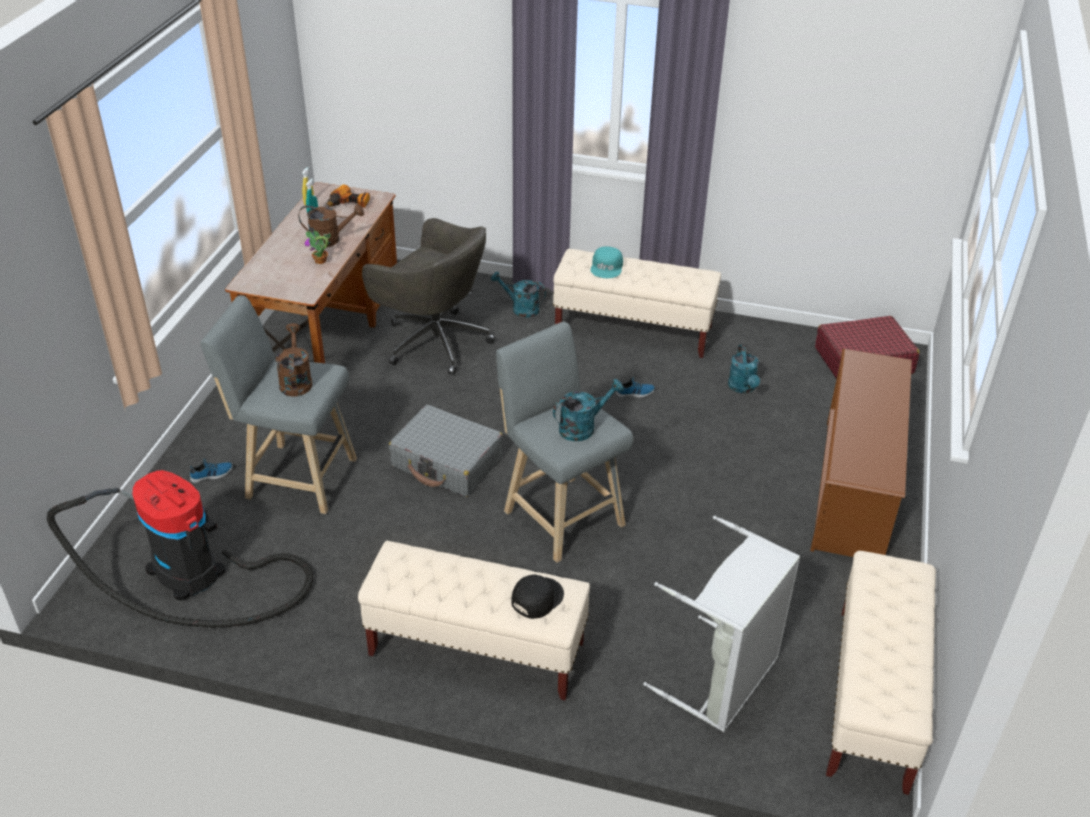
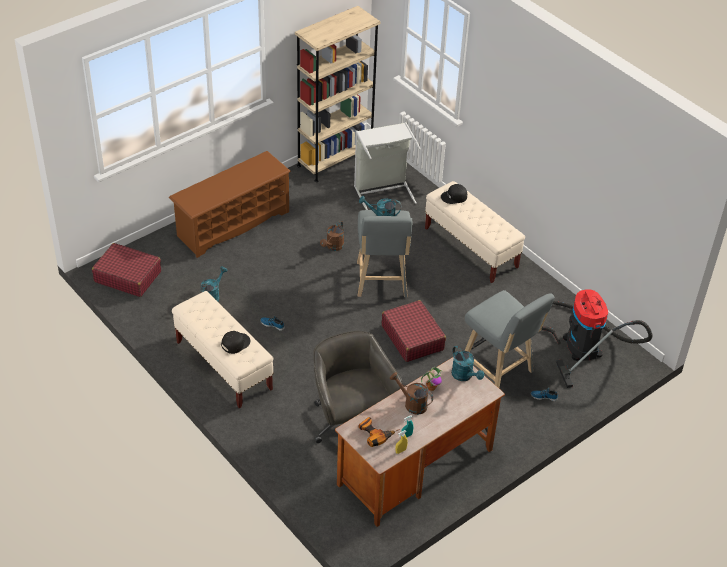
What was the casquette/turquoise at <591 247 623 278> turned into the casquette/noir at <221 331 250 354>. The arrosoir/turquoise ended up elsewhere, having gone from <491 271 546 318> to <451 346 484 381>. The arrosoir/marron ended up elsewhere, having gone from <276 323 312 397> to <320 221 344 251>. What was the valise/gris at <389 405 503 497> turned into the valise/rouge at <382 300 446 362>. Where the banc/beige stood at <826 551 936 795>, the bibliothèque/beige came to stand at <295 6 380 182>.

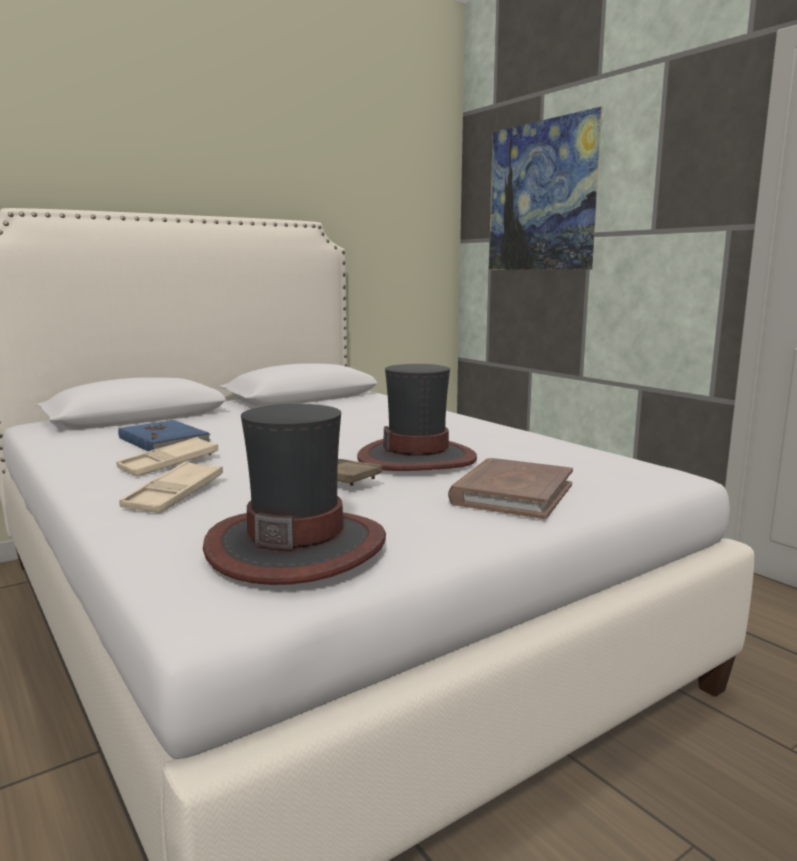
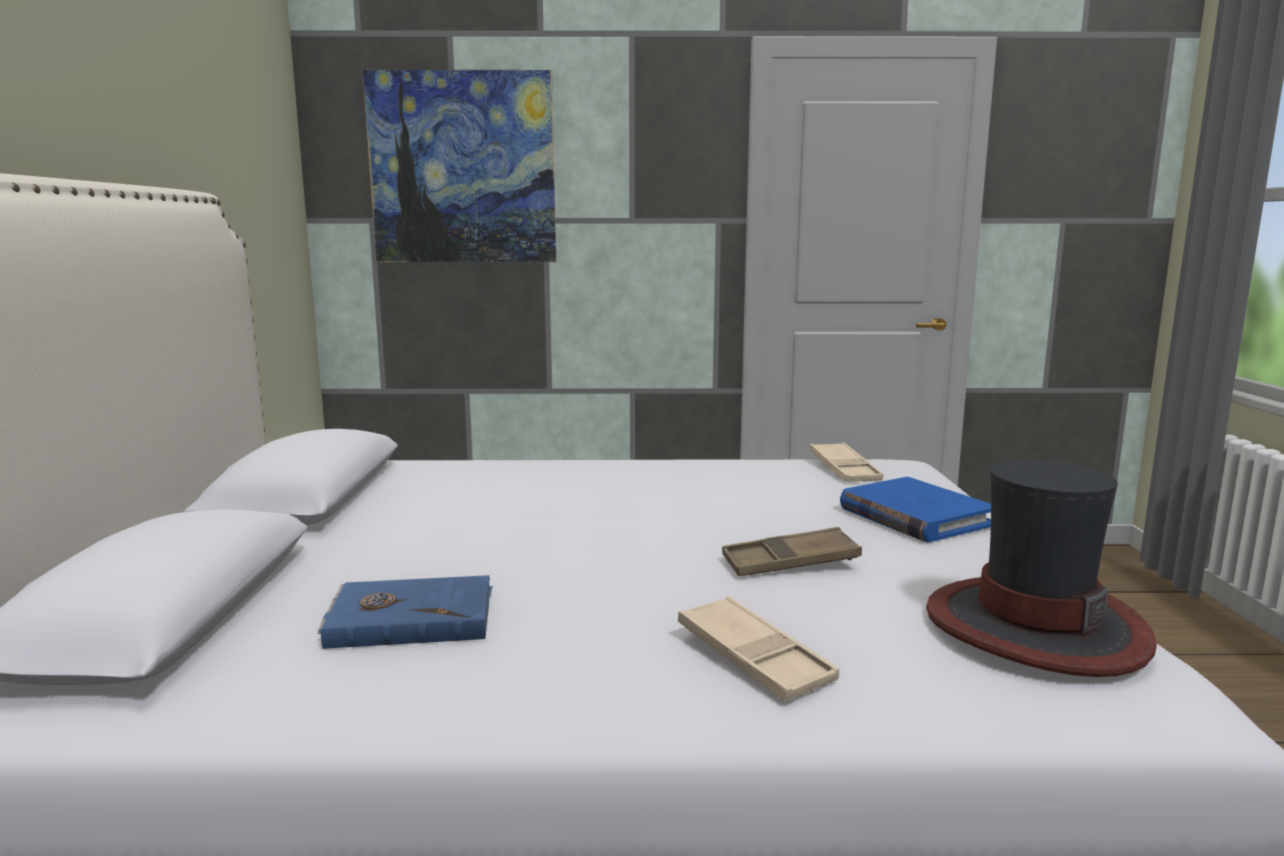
The second view lost the chapeau at <357 364 477 471>. The plateau/beige ended up elsewhere, having gone from <116 437 218 476> to <809 443 883 482>. What was the livre/marron at <448 458 573 519> turned into the livre/bleu at <840 477 991 542>.

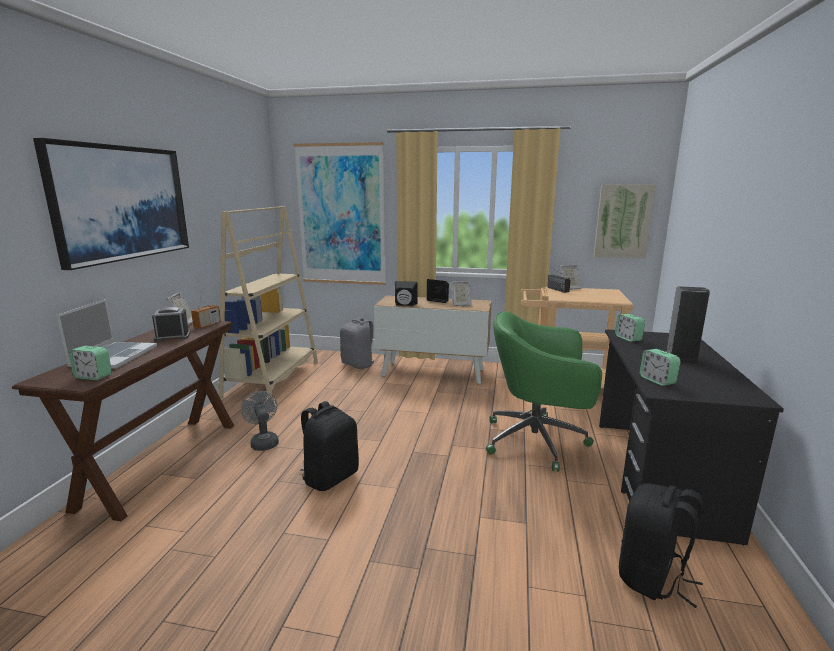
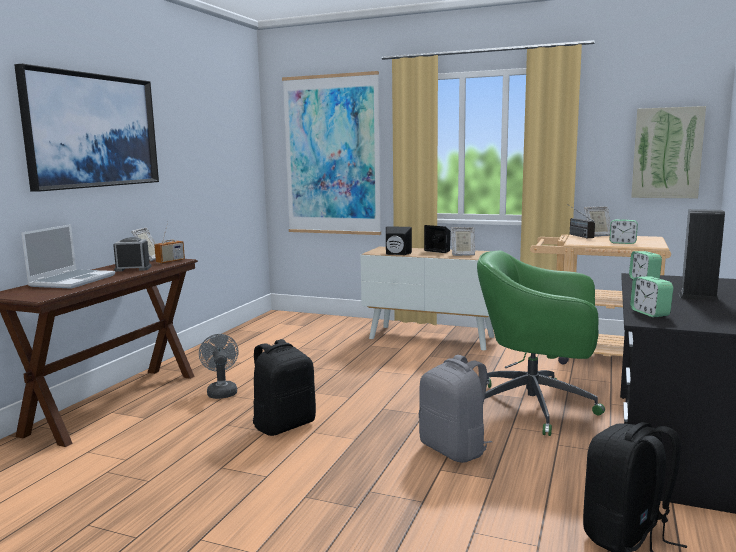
The second view lost the bibliothèque/beige at <218 206 318 400>. The sac à dos/gris ended up elsewhere, having gone from <340 318 378 369> to <419 355 492 463>. The réveil ended up elsewhere, having gone from <69 346 112 380> to <610 219 638 244>.

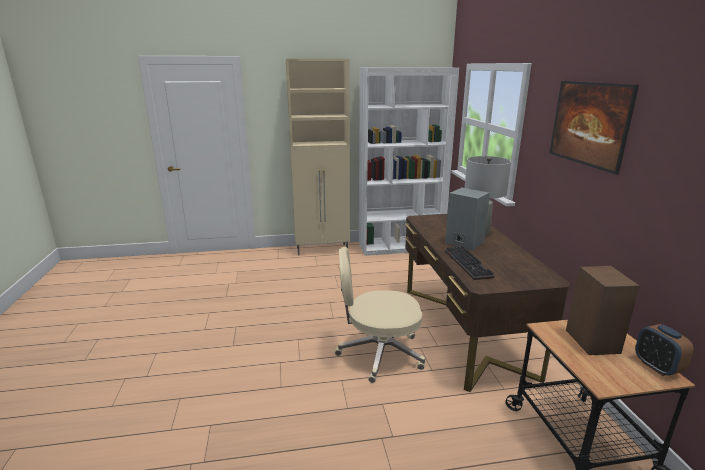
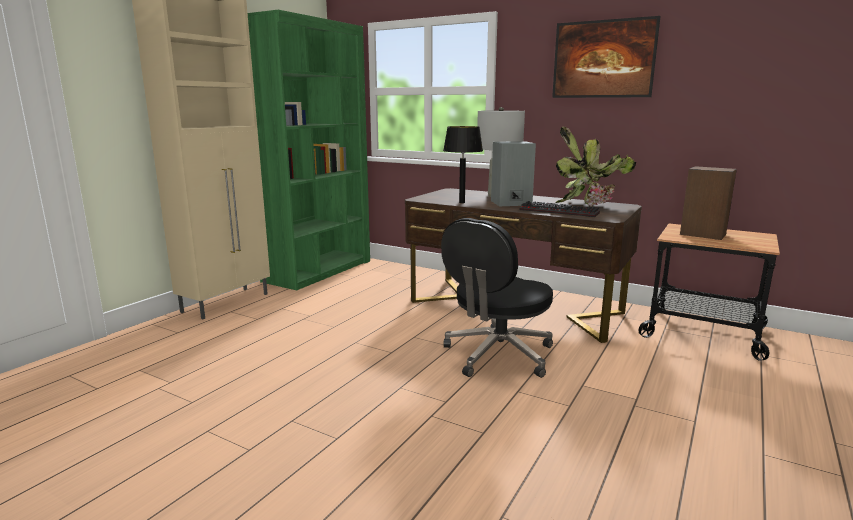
What was the bibliothèque/blanc at <359 67 459 256> turned into the bibliothèque/vert at <248 10 370 290>. What was the chaise de bureau/beige at <335 247 425 383> turned into the chaise de bureau/noir at <441 218 553 378>. The second view lost the réveil at <635 324 694 376>. The second view gained the lampe de table/noir at <443 126 483 203>. The second view gained the plante en pot at <555 127 636 206>.

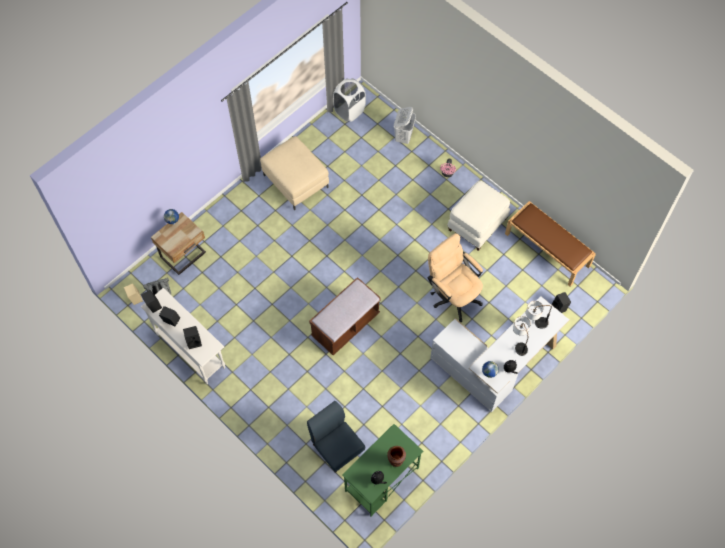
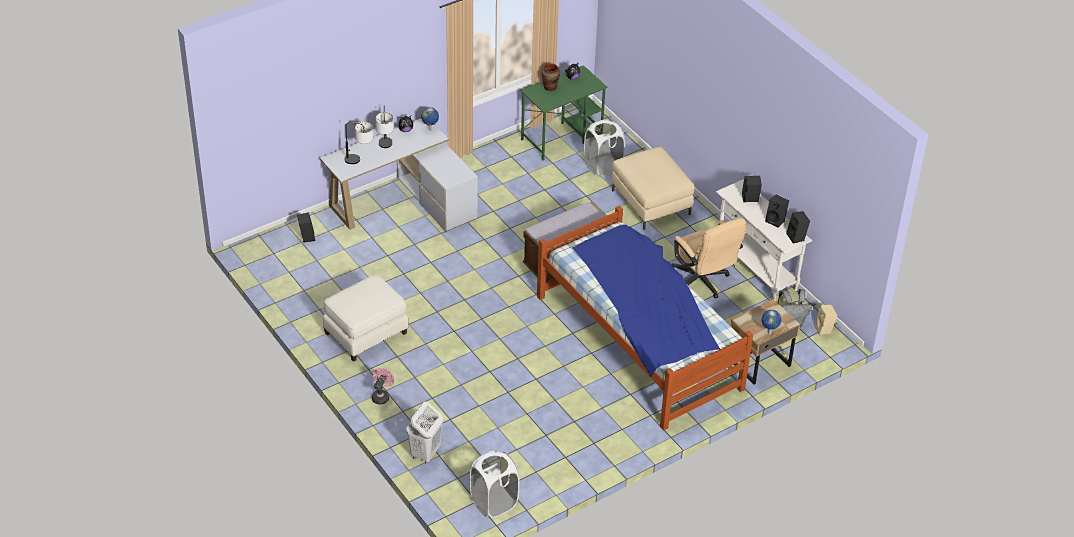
The pouf/beige ended up elsewhere, having gone from <260 136 329 210> to <612 147 694 230>. The second view lost the banc/marron at <505 201 596 287>. The chaise de bureau/beige ended up elsewhere, having gone from <428 233 483 322> to <672 218 746 299>. Where the chaise/bleu stood at <307 401 365 473>, the panier à linge/blanc came to stand at <584 119 625 177>. The second view gained the lit at <537 206 753 431>.

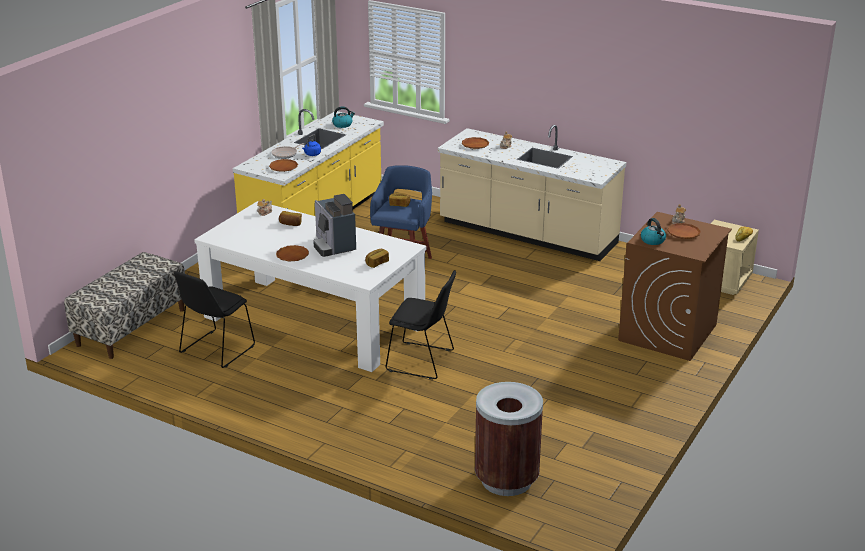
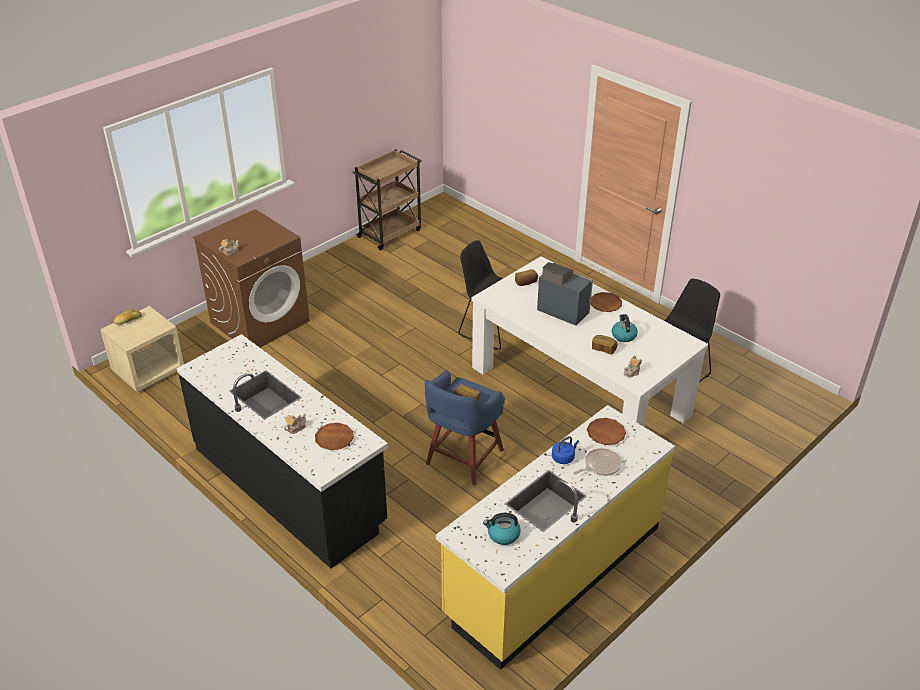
What was the comptoir de cuisine/beige at <438 125 626 261> turned into the comptoir de cuisine/noir at <177 334 388 568>. The machine à café at <313 194 356 257> ended up facing another way, 45 degrees counterclockwise from before. The bouilloire ended up elsewhere, having gone from <641 218 666 245> to <612 314 638 342>. The second view lost the assiette/marron at <667 223 701 239>. The second view lost the banc at <64 252 185 359>. The second view lost the poubelle/marron at <475 382 543 496>. The second view gained the chariot/marron at <352 149 421 251>.

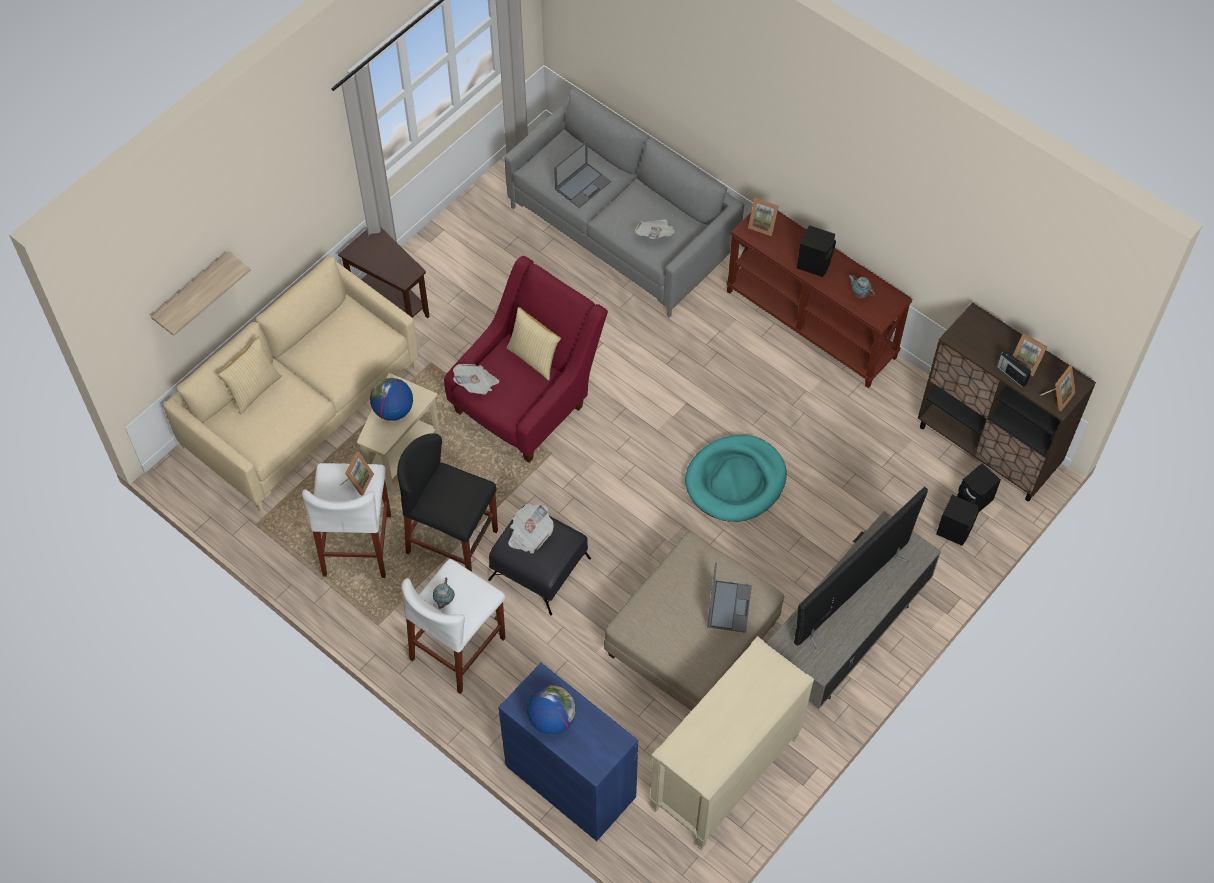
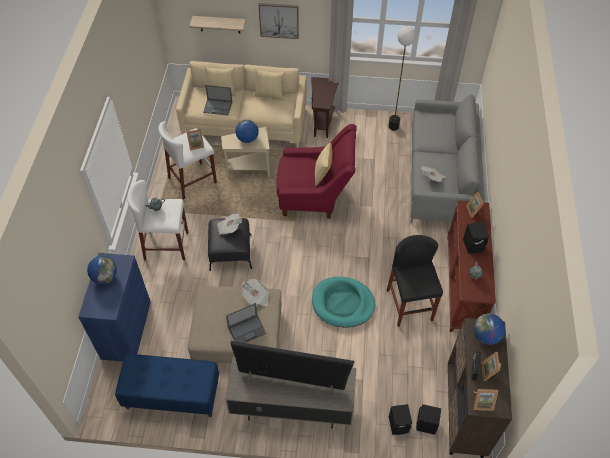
The ordinateur portable ended up elsewhere, having gone from <554 141 611 208> to <203 85 232 116>. The journal ended up elsewhere, having gone from <453 364 499 395> to <242 279 269 307>. The tabouret/noir ended up elsewhere, having gone from <397 433 498 572> to <387 235 443 327>. Where the commode/beige stood at <649 636 814 850>, the banc/bleu came to stand at <115 354 219 417>. The second view gained the tableau at <259 3 299 39>. The second view gained the lampadaire at <388 26 416 131>. The second view gained the coussin at <254 69 285 101>. The second view gained the globe at <474 314 506 345>.

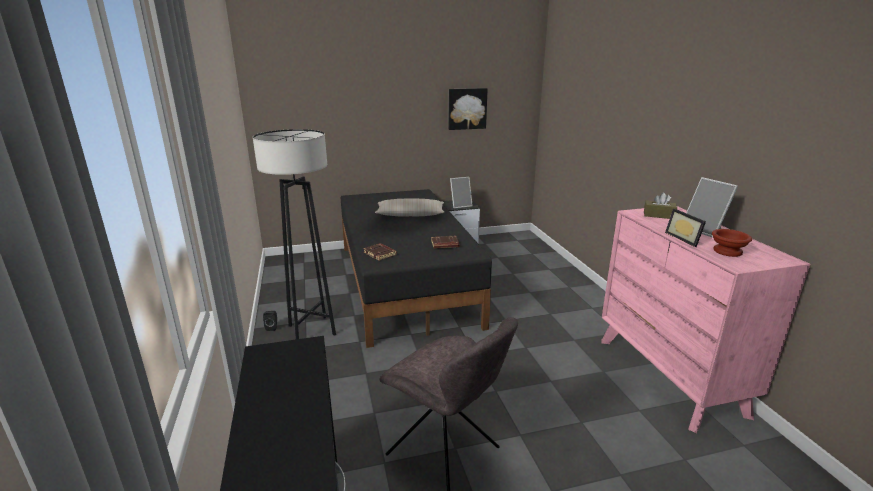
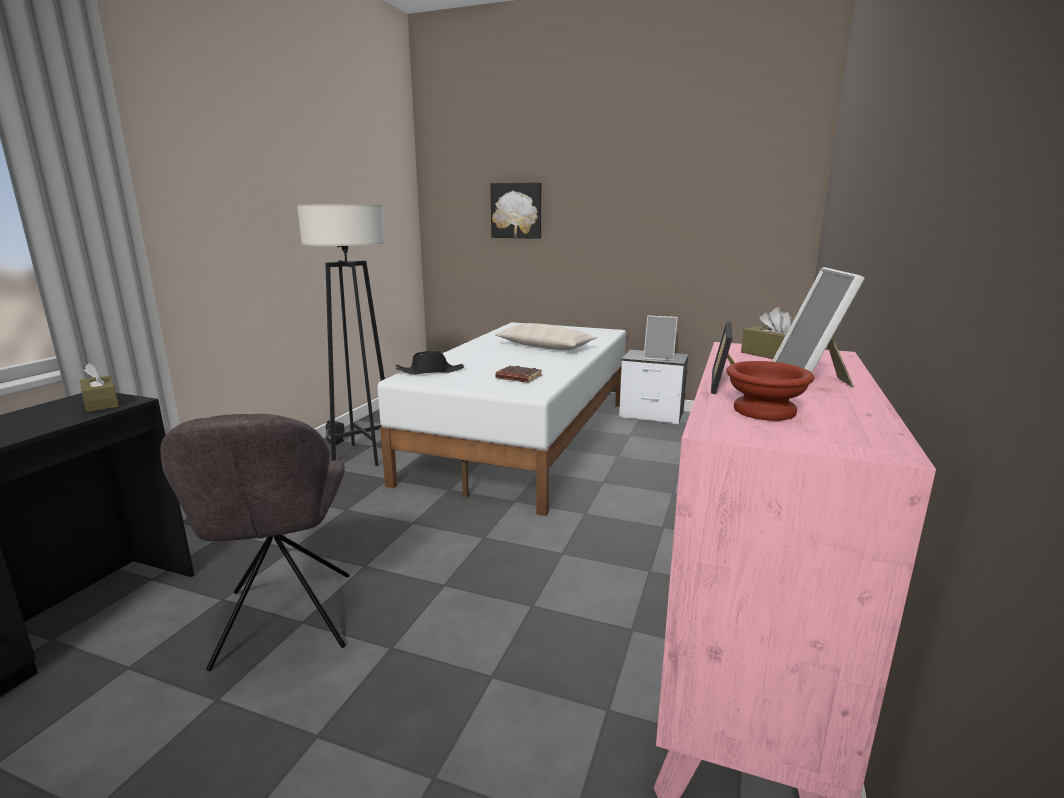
The tableau ended up elsewhere, having gone from <448 88 488 130> to <490 182 541 239>. What was the lit/noir at <341 189 492 348> turned into the lit/blanc at <377 322 626 516>. Where the livre/marron stood at <363 243 397 261>, the chapeau/noir came to stand at <395 351 464 375>. The second view gained the boîte à mouchoirs/marron at <80 363 119 412>.

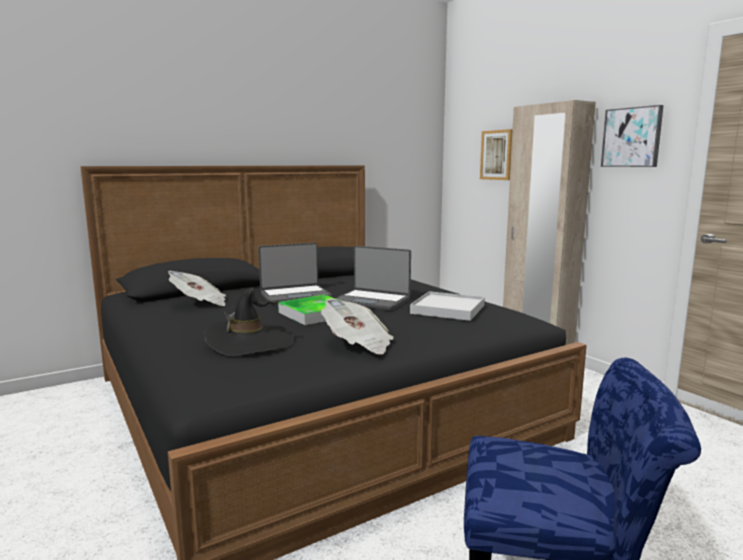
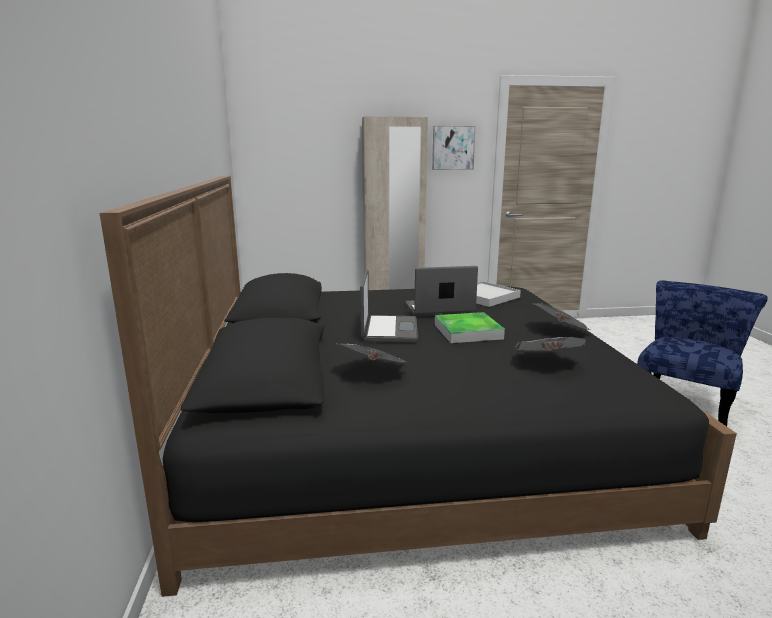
The second view lost the tableau at <480 129 513 180>. The ordinateur portable at <335 246 411 311> ended up facing another way, 150 degrees counterclockwise from before. Where the chapeau/noir stood at <204 287 294 356>, the journal came to stand at <515 337 586 351>.

